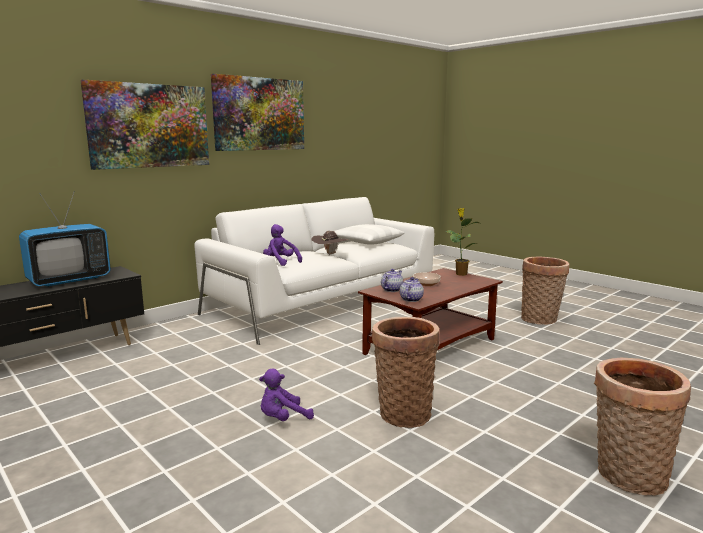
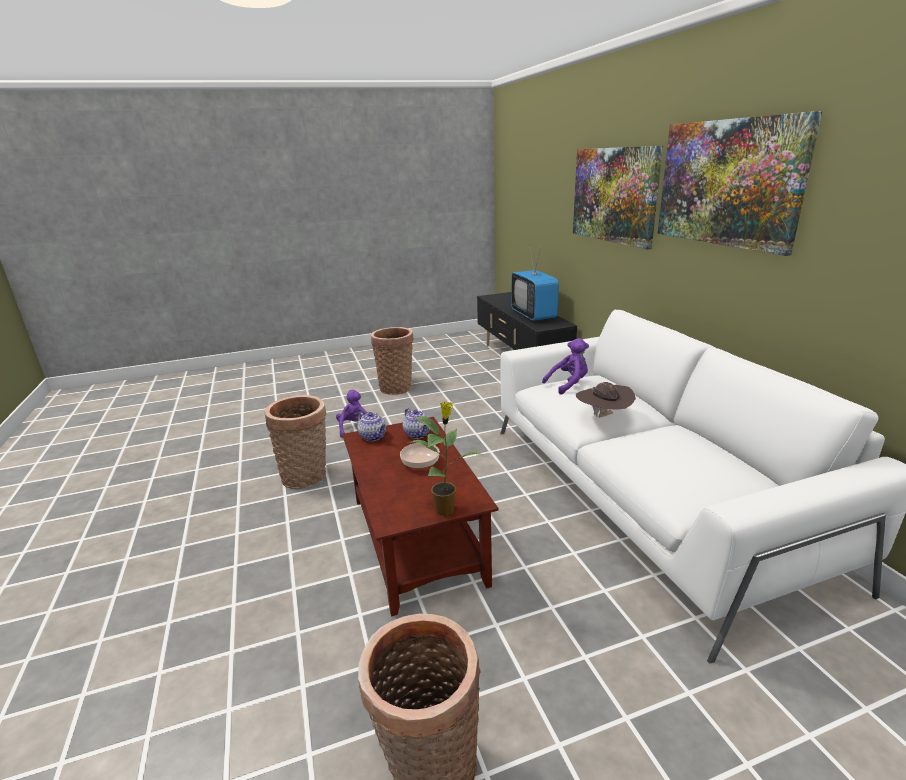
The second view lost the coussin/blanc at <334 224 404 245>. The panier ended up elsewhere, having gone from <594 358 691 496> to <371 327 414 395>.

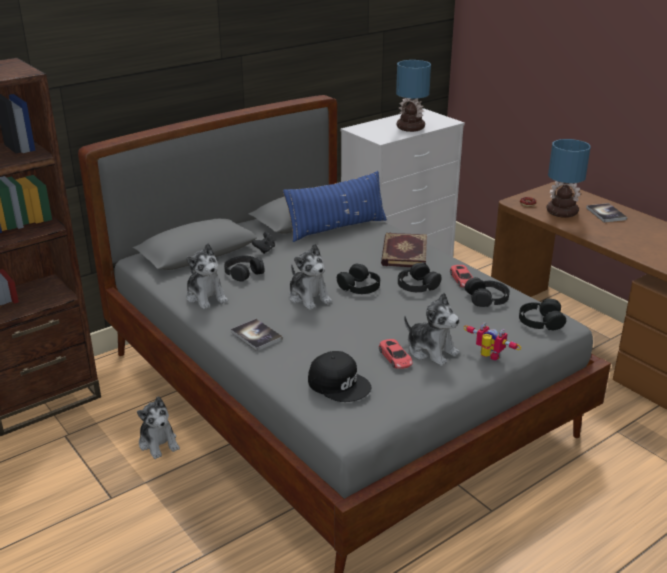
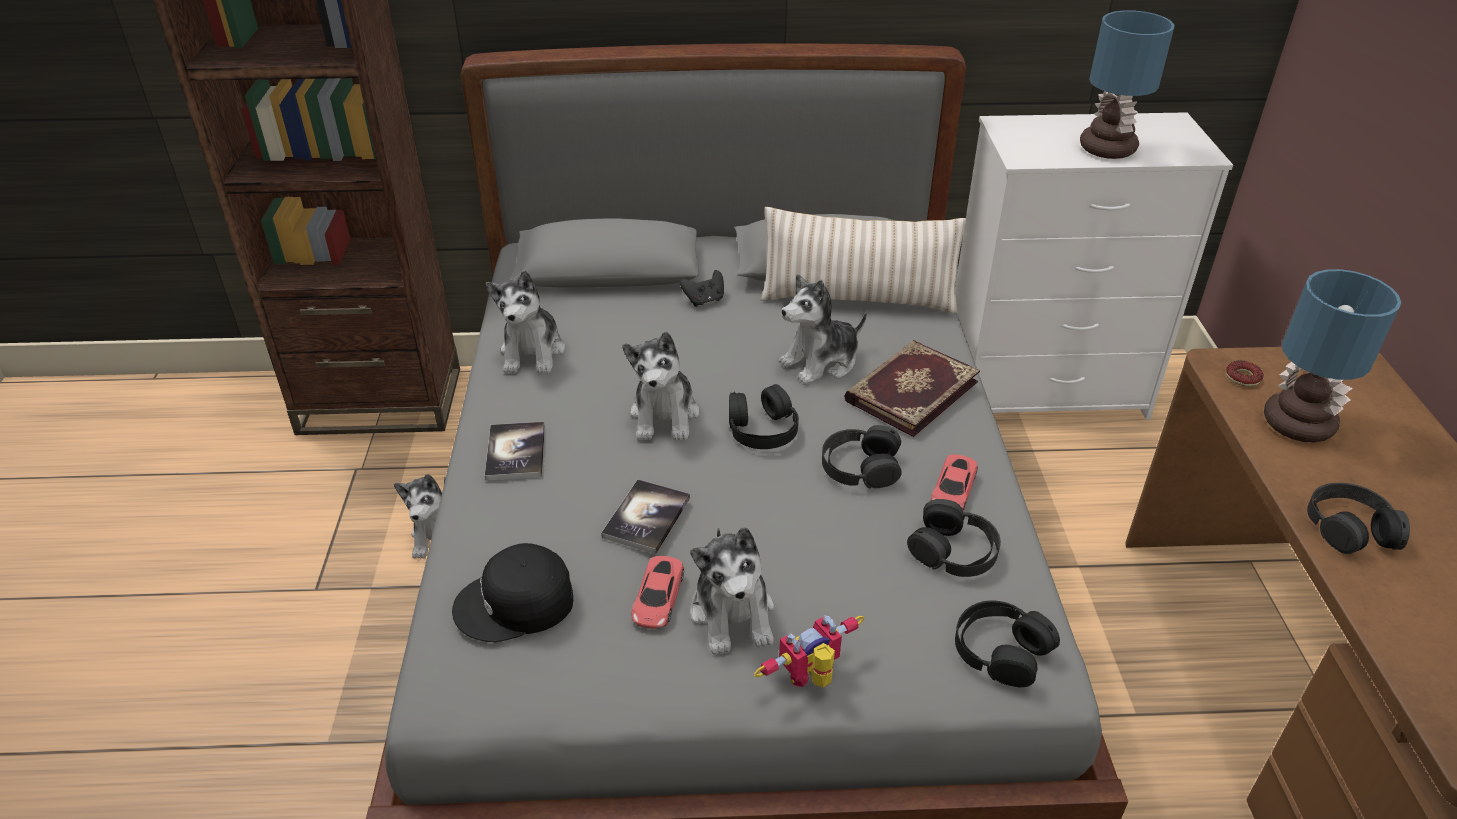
What was the coussin/bleu at <283 171 387 242> turned into the coussin/beige at <761 207 966 313>. The livre ended up elsewhere, having gone from <586 203 627 222> to <601 479 690 554>. The casque audio/noir ended up elsewhere, having gone from <224 255 264 282> to <1307 483 1410 554>. The robot jouet at <463 322 521 360> ended up facing another way, 105 degrees counterclockwise from before. The casquette/noir at <308 351 371 402> ended up facing another way, 90 degrees clockwise from before. The second view gained the peluche at <779 274 867 385>.

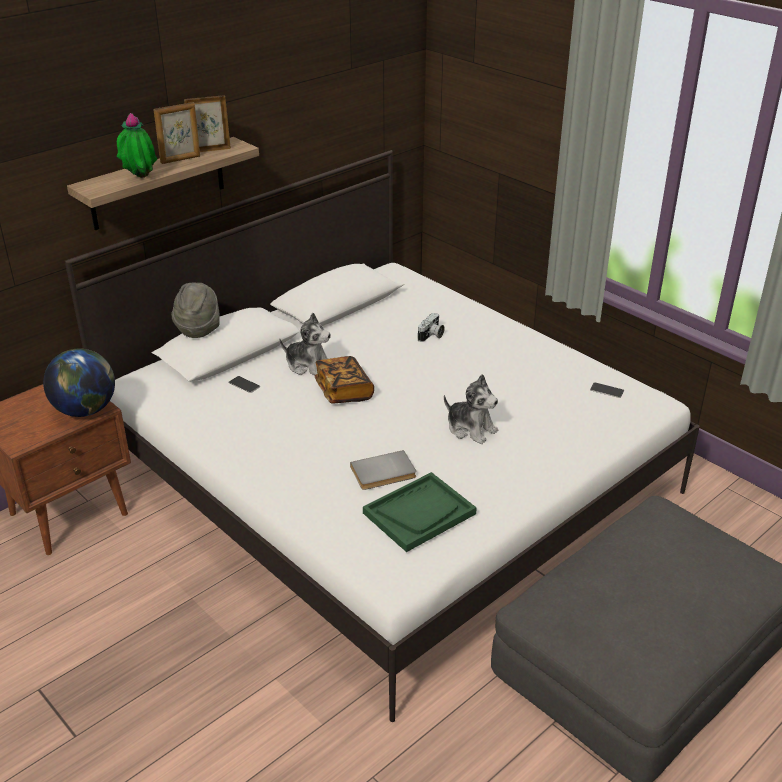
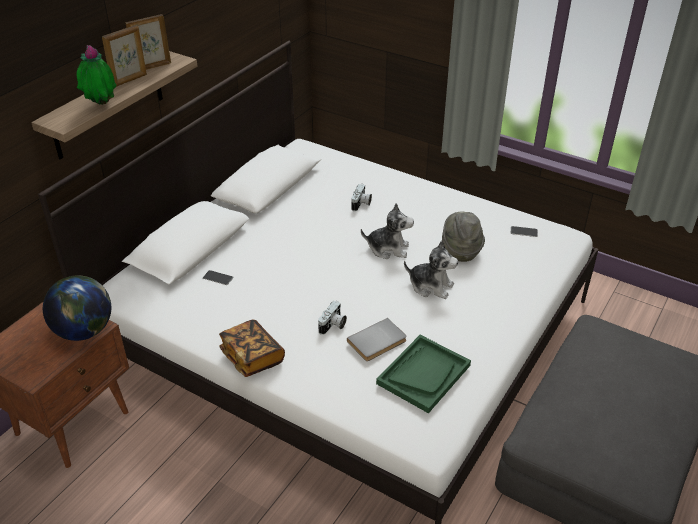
The chapeau/gris ended up elsewhere, having gone from <171 282 220 338> to <442 211 485 262>. The peluche ended up elsewhere, having gone from <279 313 331 375> to <361 203 414 259>. The livre ended up elsewhere, having gone from <315 356 374 403> to <219 319 285 377>. The second view gained the appareil photo at <318 301 347 335>.

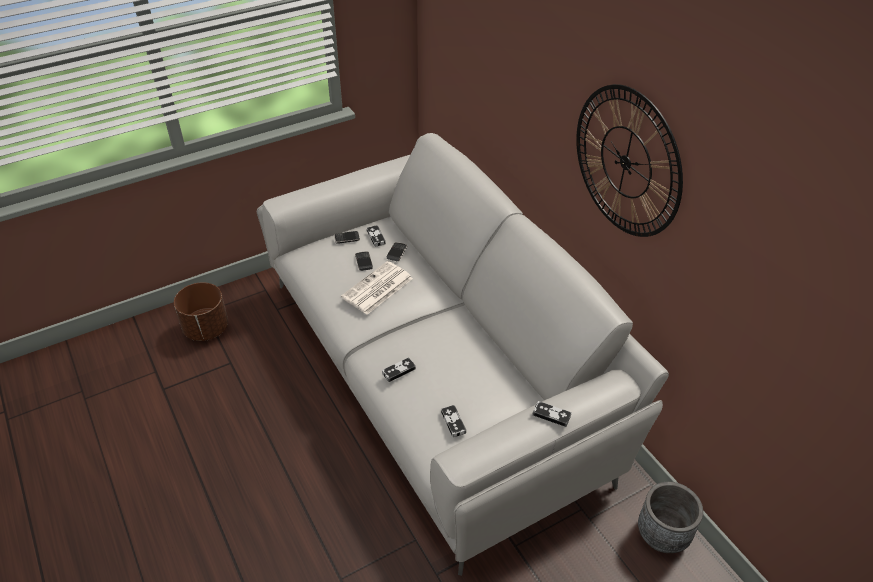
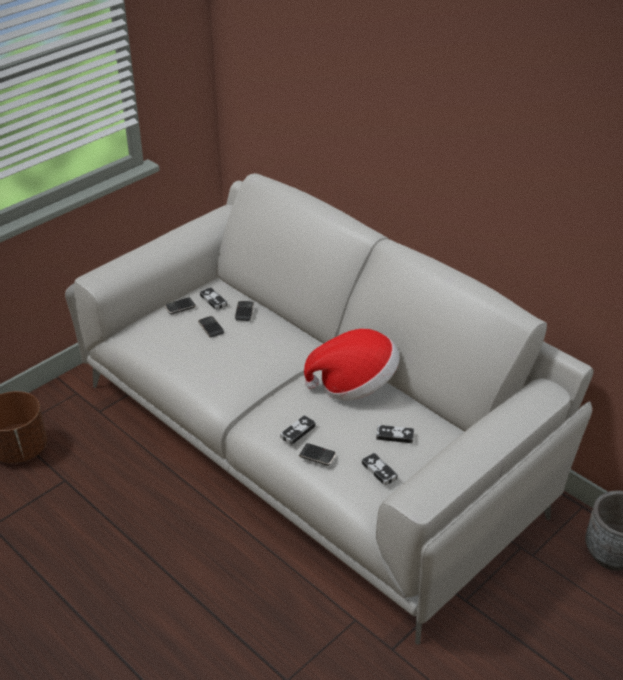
The second view lost the horloge murale at <576 84 683 237>. The second view lost the journal at <341 261 413 315>. The manette ended up elsewhere, having gone from <532 401 571 427> to <376 425 414 443>. The second view gained the chapeau at <304 329 400 400>. The second view gained the téléphone at <299 443 336 466>.

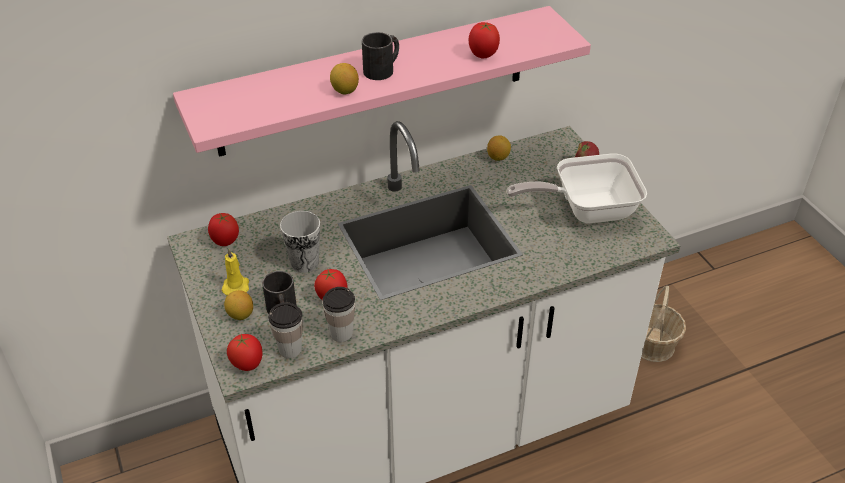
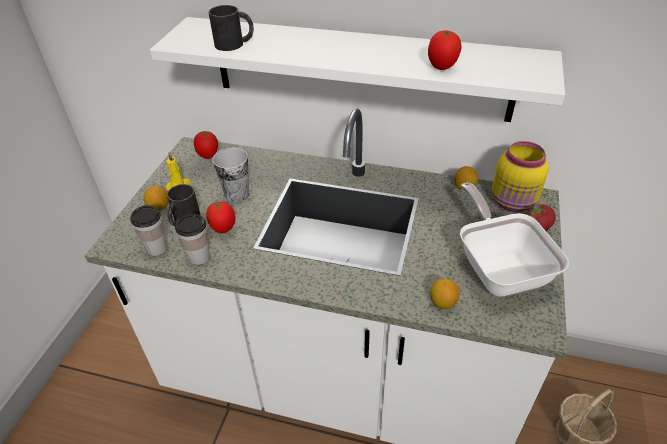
What was the étagère/rose at <173 6 591 157> turned into the étagère/blanc at <150 17 565 122>. The mug/noir ended up elsewhere, having gone from <362 32 399 80> to <209 5 254 51>. The citron ended up elsewhere, having gone from <330 63 359 94> to <430 278 459 309>. The poêle at <507 154 647 224> ended up facing another way, 45 degrees clockwise from before. The second view lost the tomate at <227 333 263 371>. The second view gained the bocal/jaune at <492 141 549 212>.

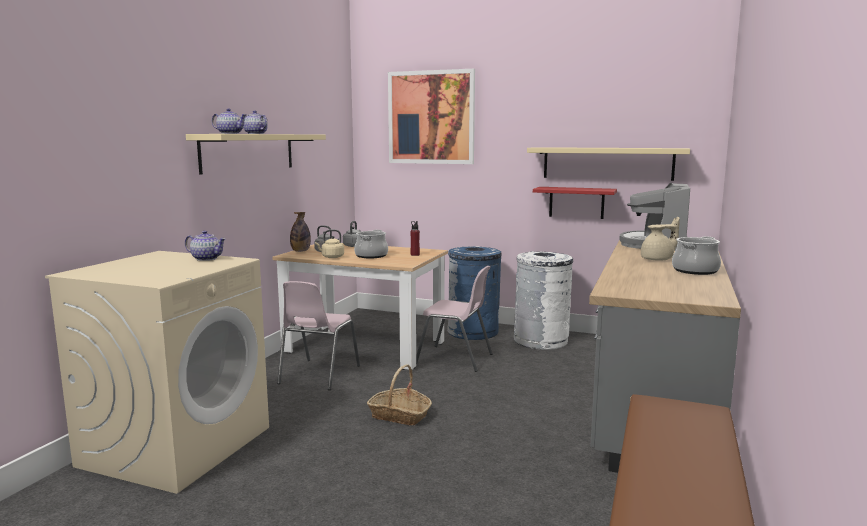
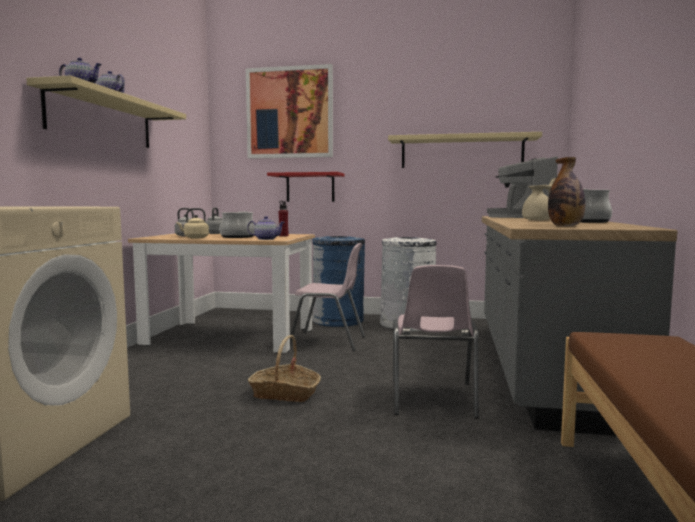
The étagère/rouge ended up elsewhere, having gone from <533 187 617 219> to <267 172 345 202>. The bouteille ended up elsewhere, having gone from <290 212 311 252> to <548 157 586 226>. The théière ended up elsewhere, having gone from <185 230 226 261> to <247 216 285 240>. The chaise/rose ended up elsewhere, having gone from <277 281 360 390> to <393 265 479 418>.

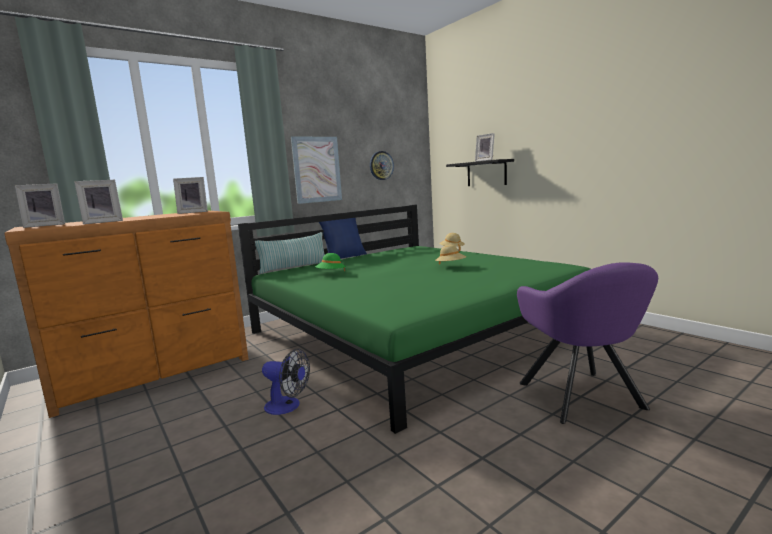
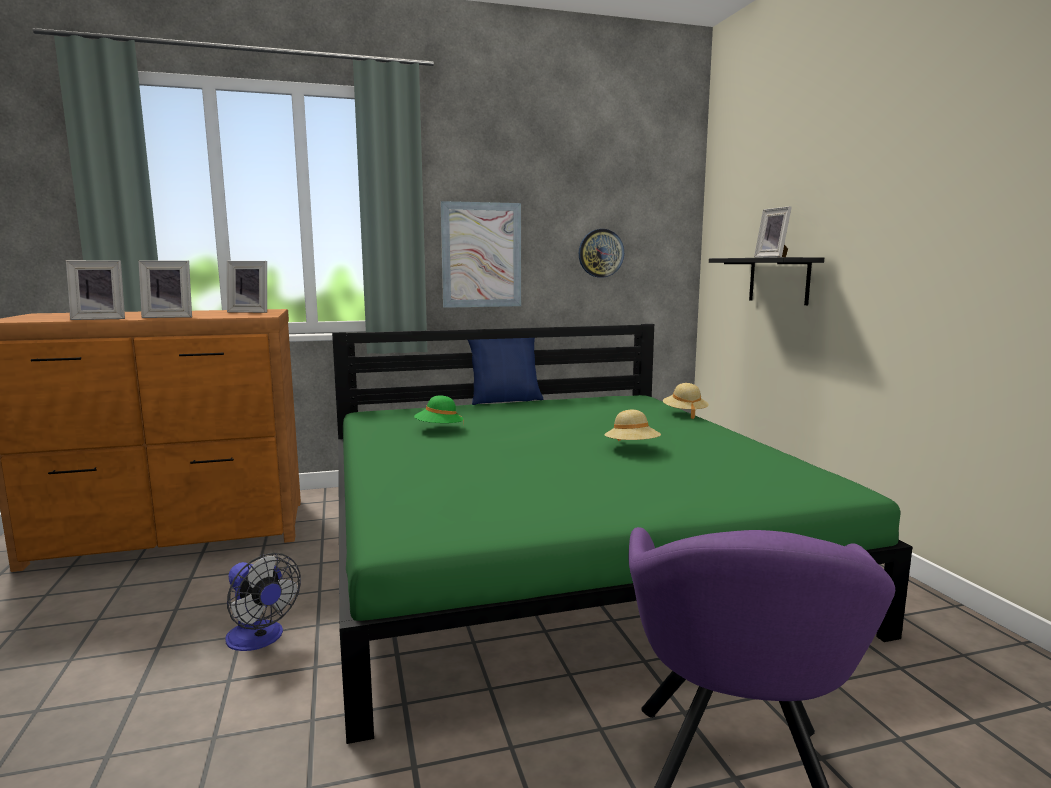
The cadre photo ended up elsewhere, having gone from <15 183 65 228> to <138 260 192 318>. The second view lost the coussin at <255 232 325 274>.

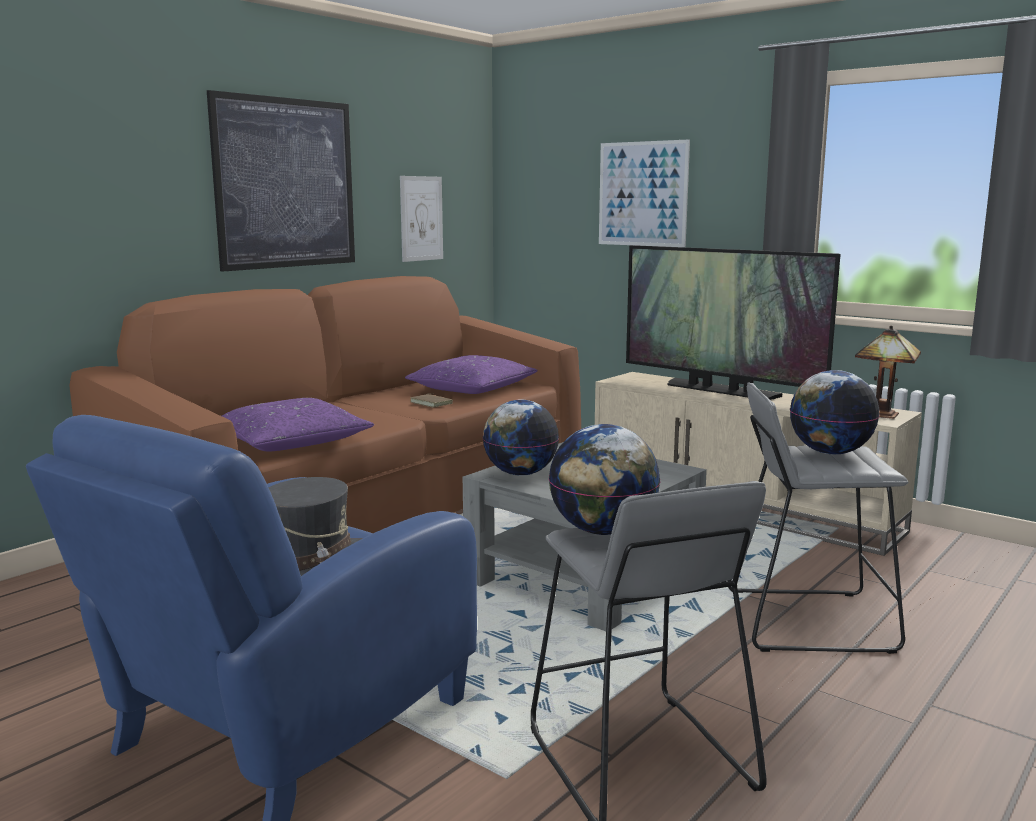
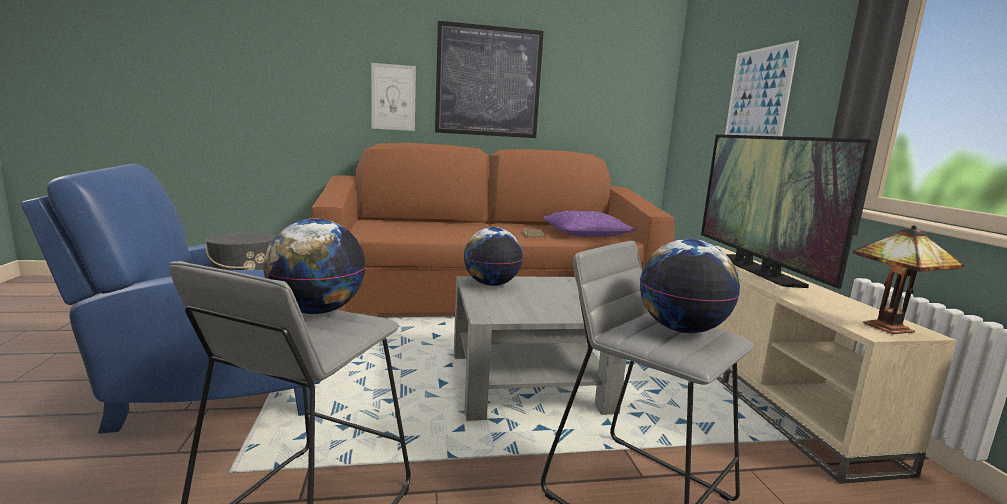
The tableau ended up elsewhere, having gone from <400 176 443 262> to <371 63 416 131>. The second view lost the coussin/violet at <222 398 374 451>.

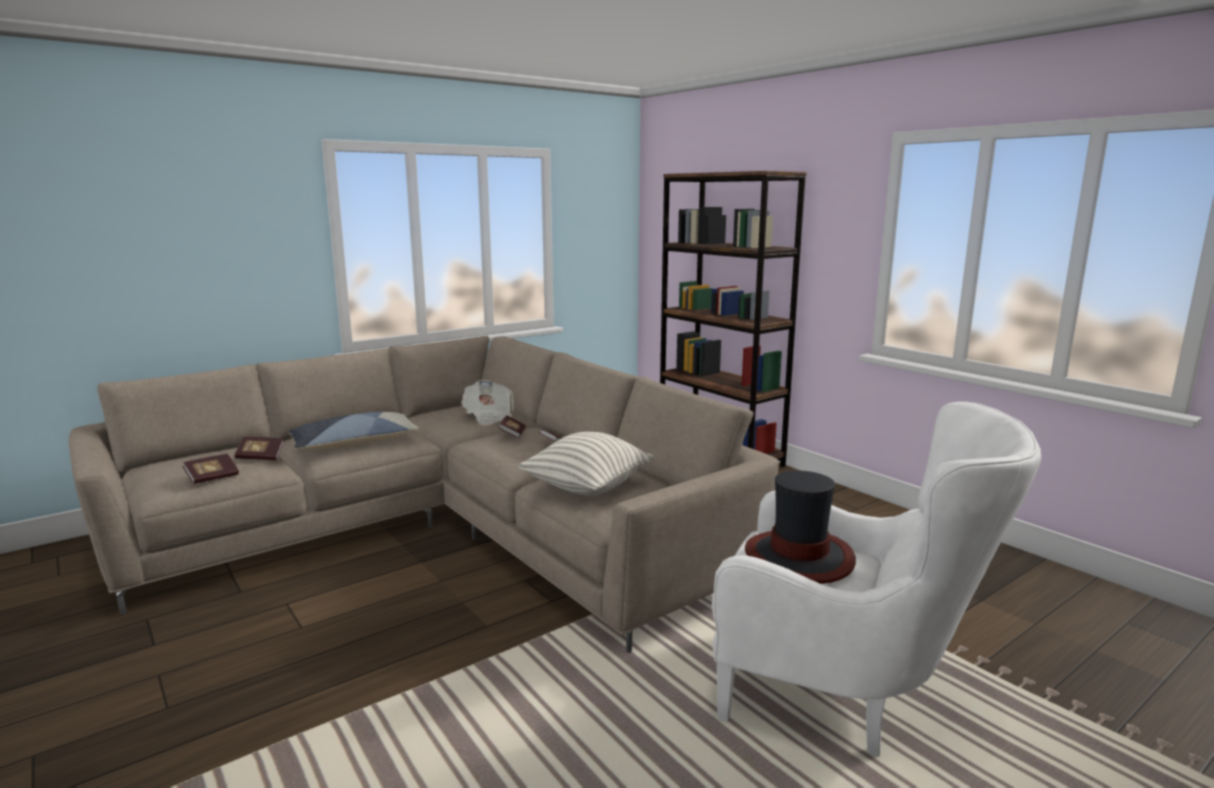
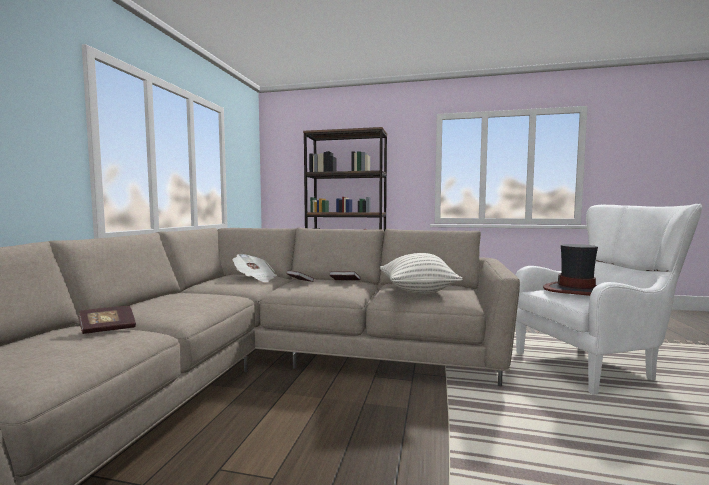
The second view lost the coussin at <288 412 420 449>. The second view lost the livre at <183 454 239 484>.

